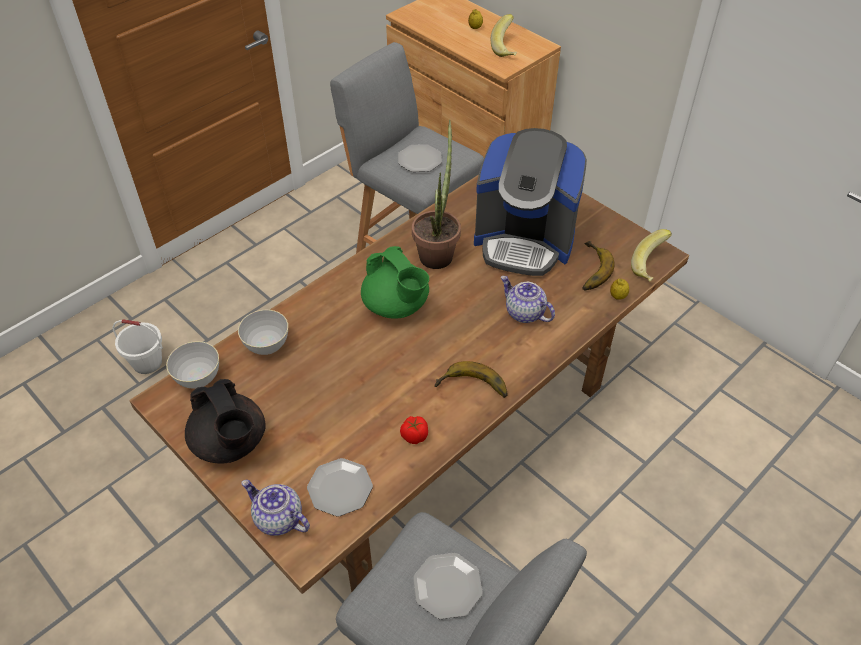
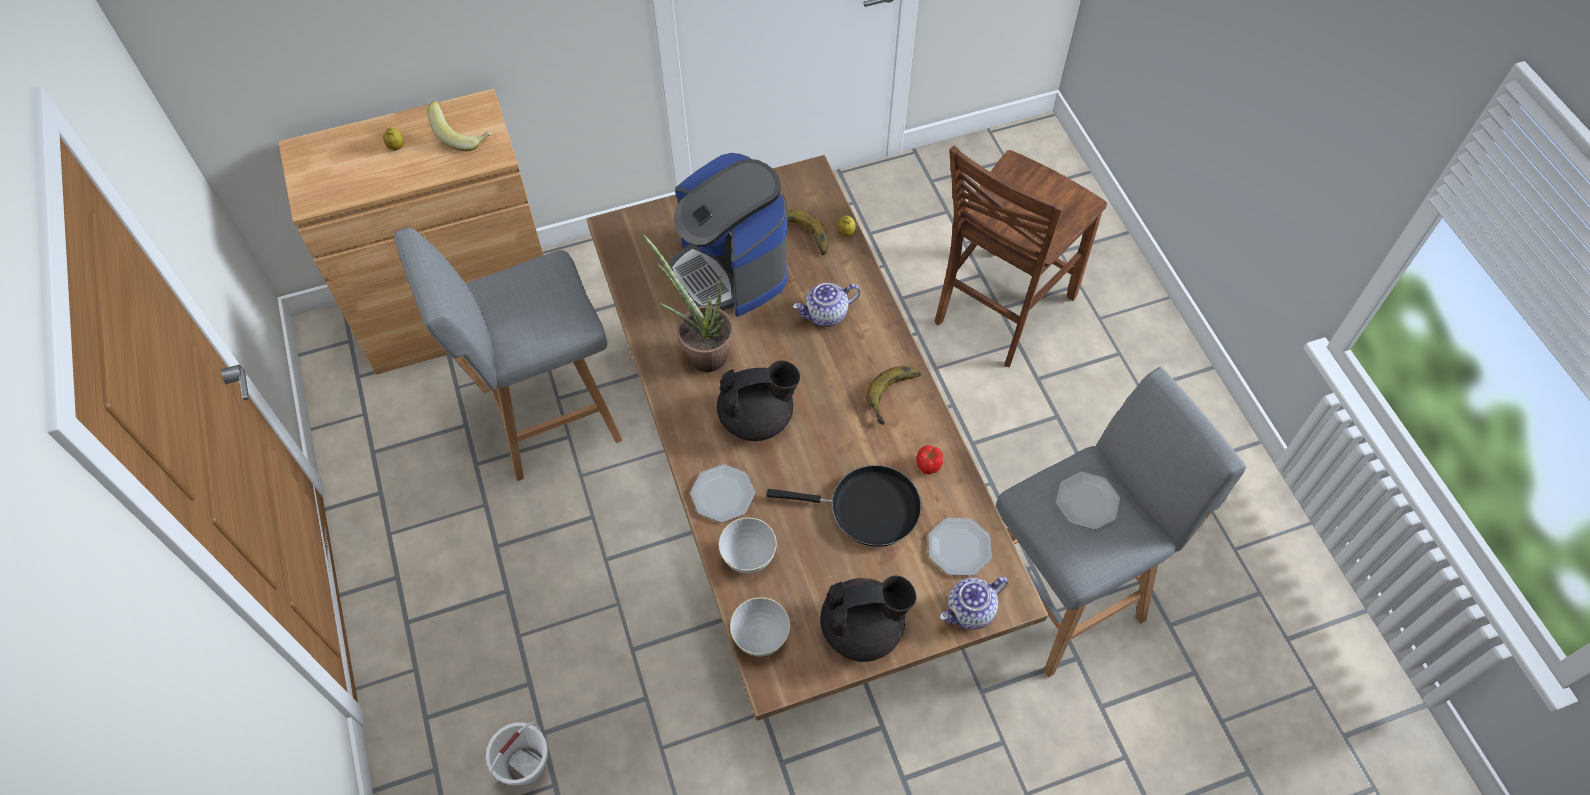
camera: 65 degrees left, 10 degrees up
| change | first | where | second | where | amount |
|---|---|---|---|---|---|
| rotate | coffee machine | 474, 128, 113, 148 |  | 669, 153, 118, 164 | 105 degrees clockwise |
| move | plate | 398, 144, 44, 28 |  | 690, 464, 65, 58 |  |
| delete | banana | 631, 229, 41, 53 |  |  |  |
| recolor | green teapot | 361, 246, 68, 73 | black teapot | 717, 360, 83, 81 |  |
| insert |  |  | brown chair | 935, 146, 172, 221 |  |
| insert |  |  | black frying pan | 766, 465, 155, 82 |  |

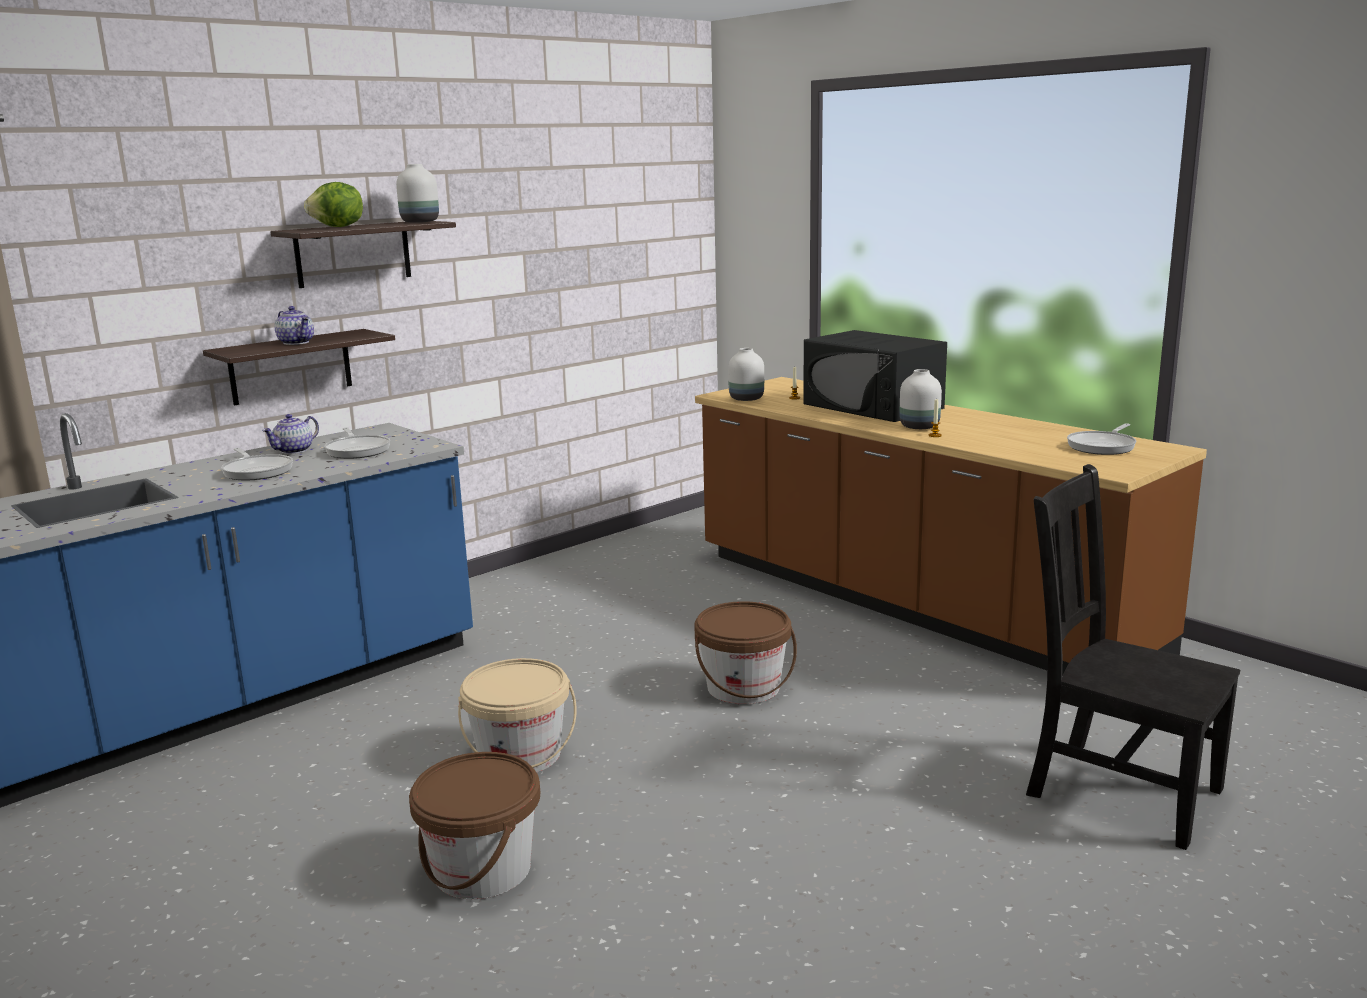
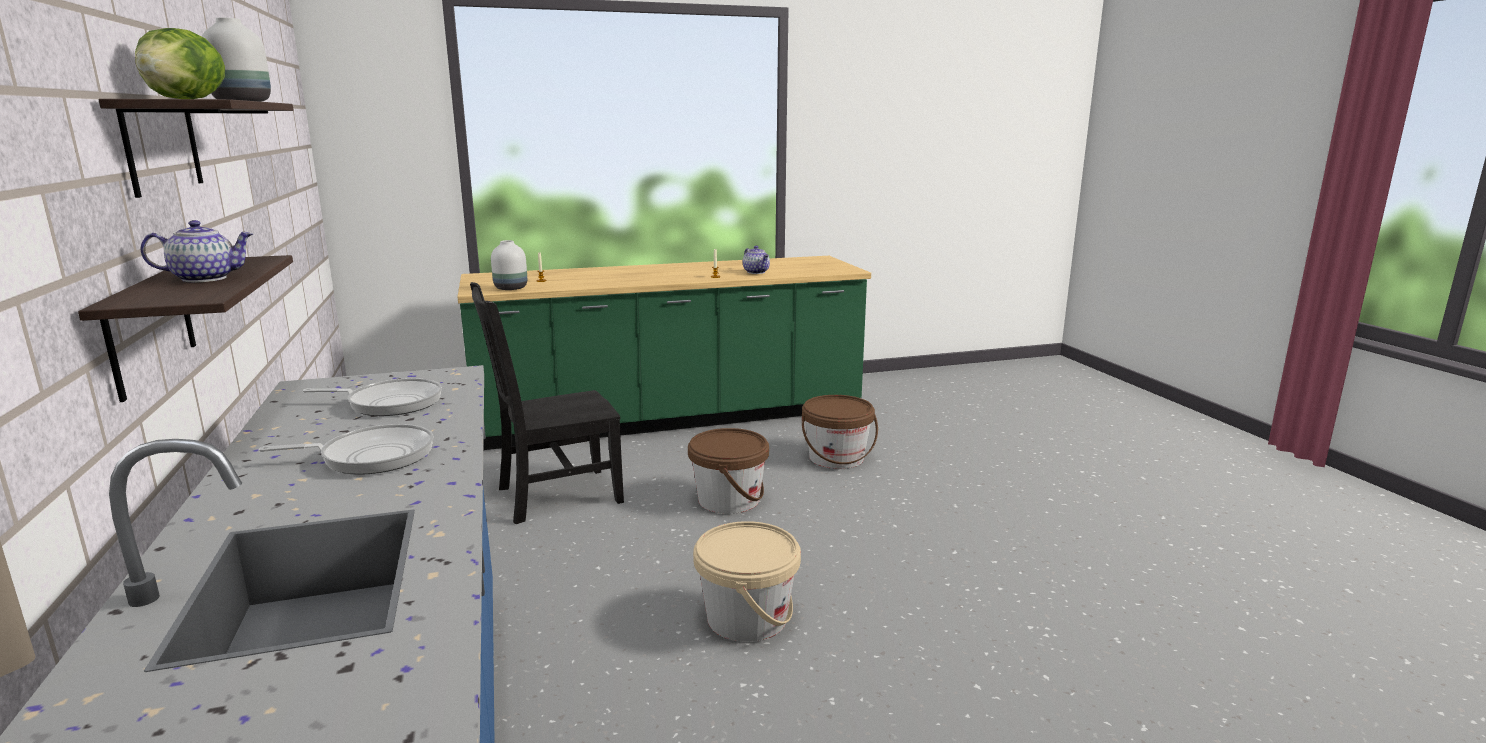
camera: 65 degrees left, 0 degrees up
| change | first | where | second | where | amount |
|---|---|---|---|---|---|
| delete | black microwave | 803, 330, 144, 92 |  |  |  |
| delete | white vase | 900, 369, 42, 60 |  |  |  |
| recolor | brown counter | 695, 377, 512, 299 | green counter | 457, 256, 414, 194 |  |
| move | teapot | 262, 414, 57, 40 |  | 743, 246, 27, 28 |  |
| delete | frying pan | 1067, 423, 69, 32 |  |  |  |
| move | black chair | 1026, 464, 214, 386 |  | 470, 282, 154, 242 |  |
| move | brown bucket | 409, 752, 131, 147 |  | 802, 395, 76, 74 |  |

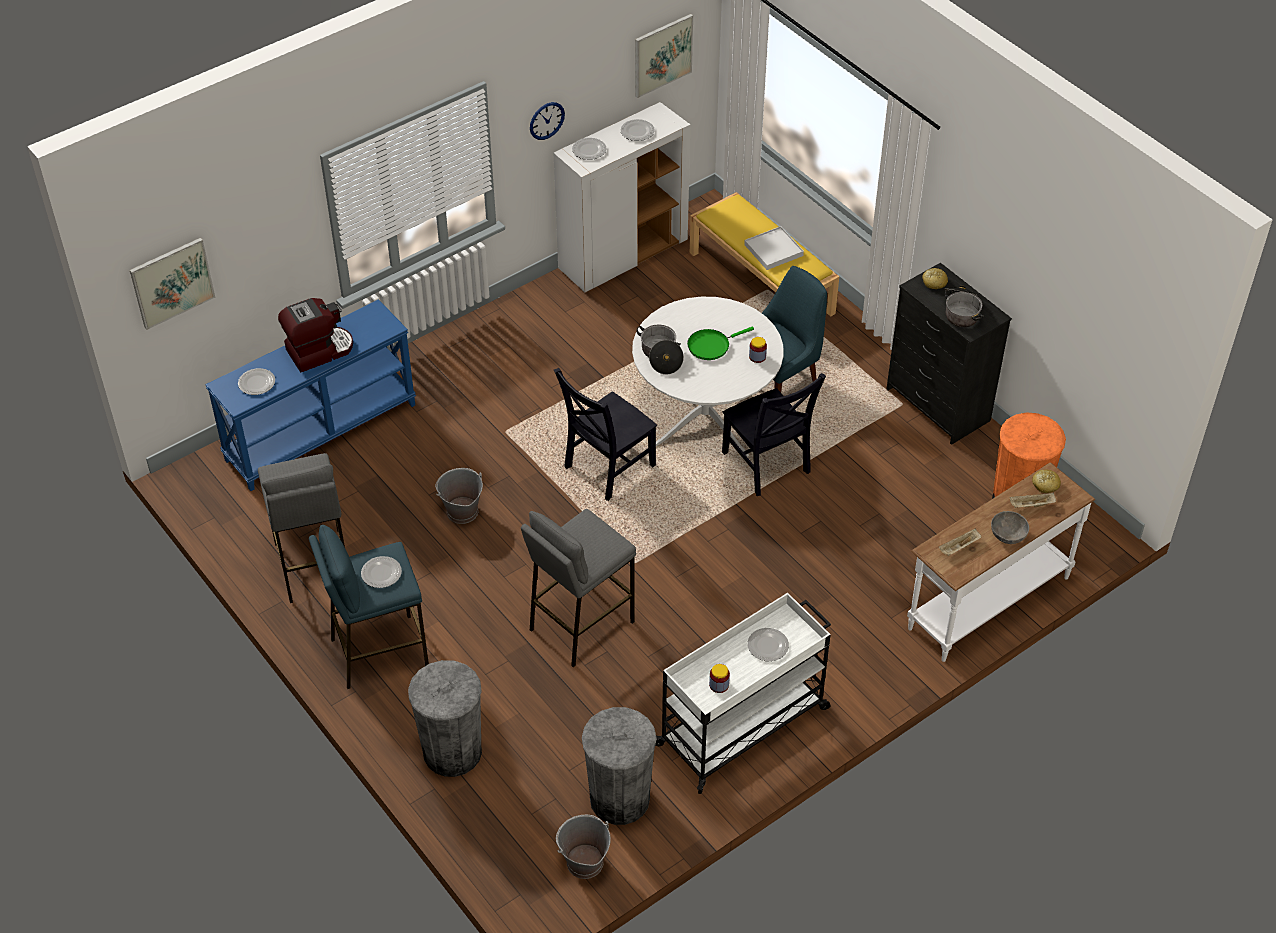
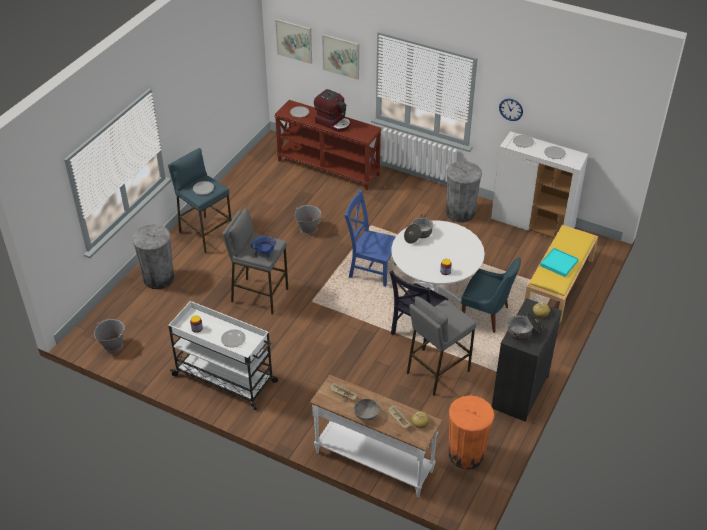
camera: 65 degrees right, 5 degrees down
| change | first | where | second | where | amount |
|---|---|---|---|---|---|
| move | picture | 635, 14, 58, 84 |  | 322, 34, 37, 46 |  |
| recolor | white tray | 744, 226, 60, 44 | turquoise tray | 540, 248, 39, 29 |  |
| recolor | blue console table | 205, 299, 211, 192 | brown console table | 274, 100, 108, 90 |  |
| delete | green frying pan | 687, 327, 67, 33 |  |  |  |
| recolor | black chair | 554, 368, 103, 133 | blue chair | 344, 190, 52, 97 |  |
| move | grey stool | 258, 453, 87, 150 |  | 407, 296, 69, 100 |  |
| move | grey trash can | 582, 707, 75, 118 |  | 446, 161, 36, 62 |  |
| insert |  |  | blue cooking pot | 251, 236, 25, 21 |  |

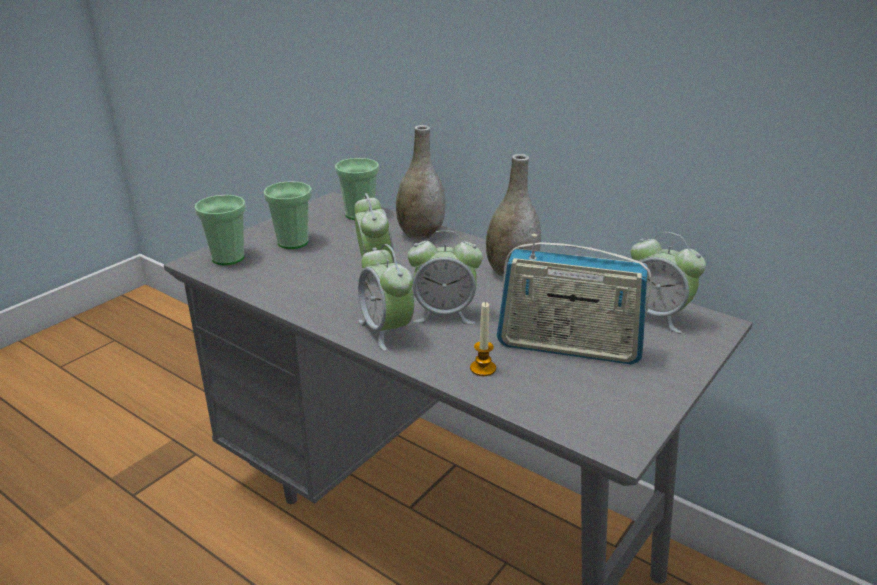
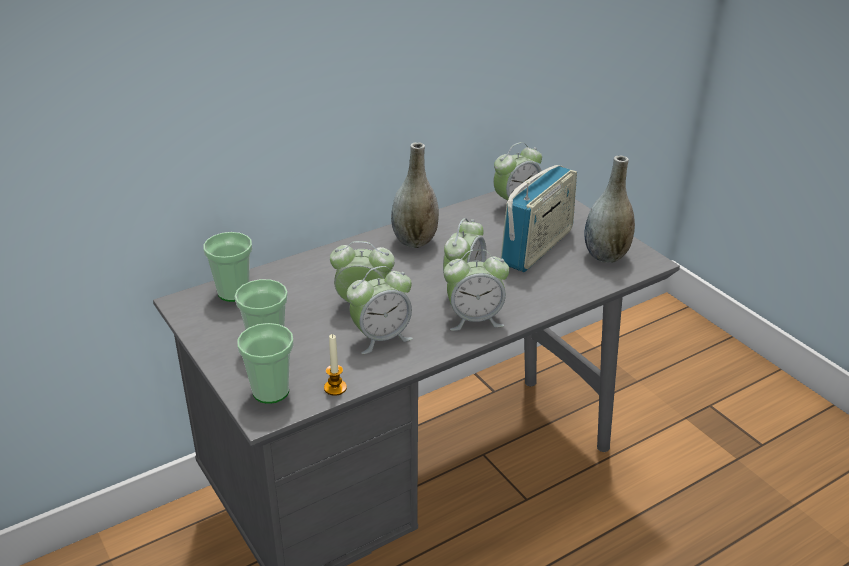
camera: 70 degrees left, 5 degrees up
| change | first | where | second | where | amount |
|---|---|---|---|---|---|
| move | grey vase | 396, 125, 49, 114 |  | 584, 155, 51, 108 |  |
| move | candle | 470, 302, 26, 74 |  | 324, 334, 23, 62 |  |
| insert |  |  | alarm clock | 347, 266, 66, 88 |  |

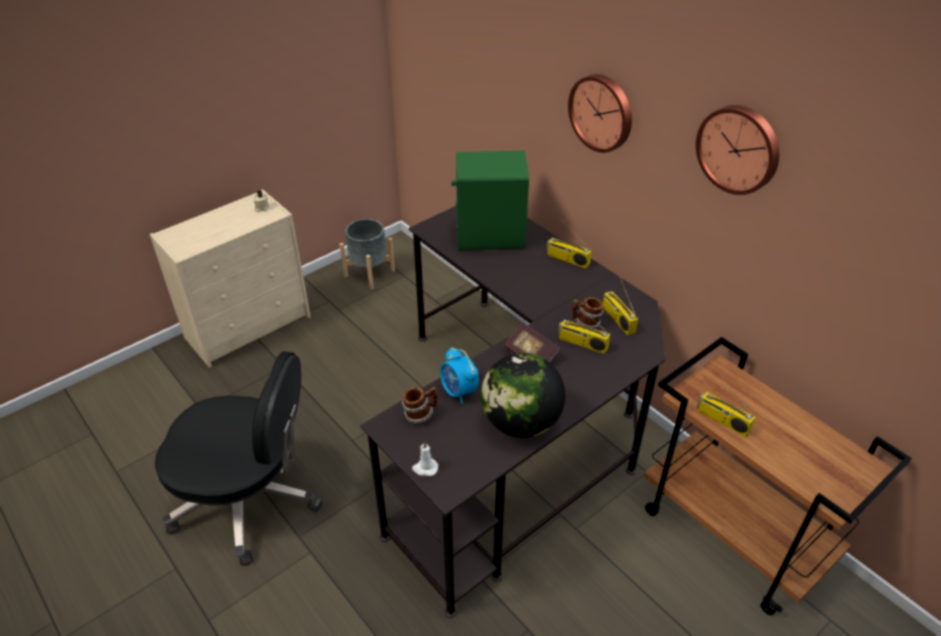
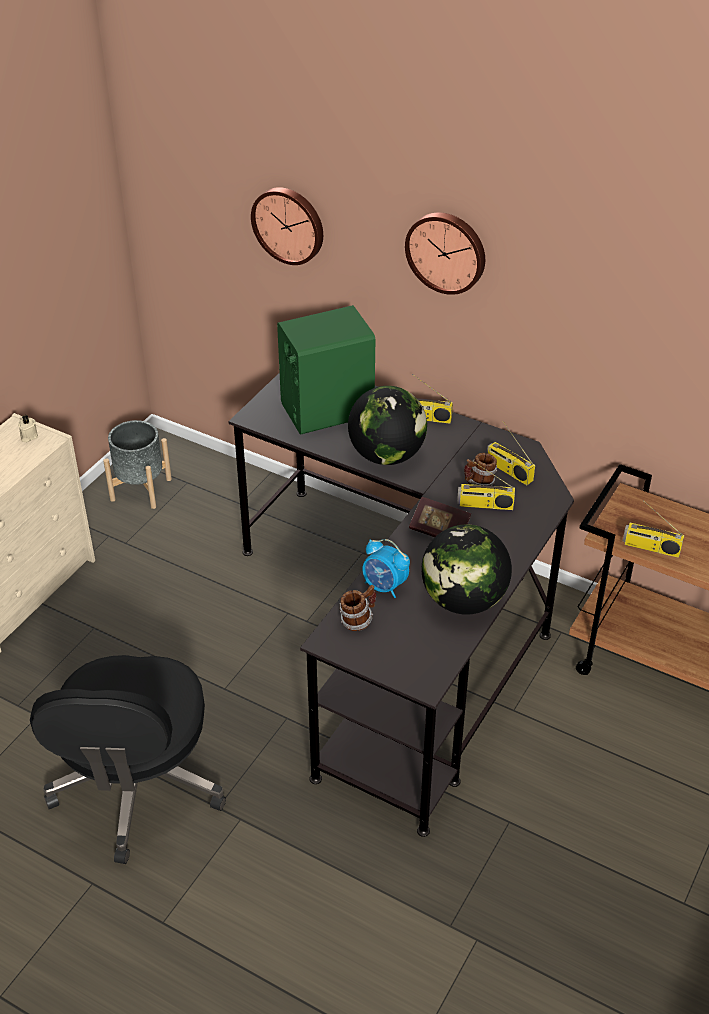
camera: 20 degrees left, 0 degrees up
| change | first | where | second | where | amount |
|---|---|---|---|---|---|
| move | wall clock | 696, 105, 83, 90 |  | 251, 187, 72, 78 |  |
| rotate | black office chair | 155, 351, 167, 215 |  | 30, 655, 196, 209 | 105 degrees clockwise |
| delete | white candle | 412, 441, 26, 35 |  |  |  |
| insert |  |  | globe | 348, 386, 79, 79 |  |

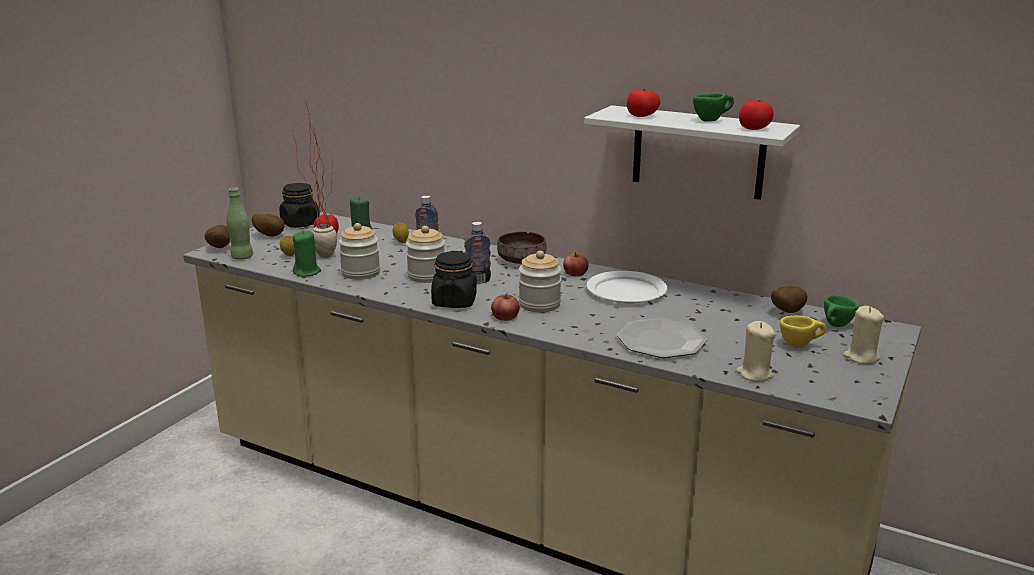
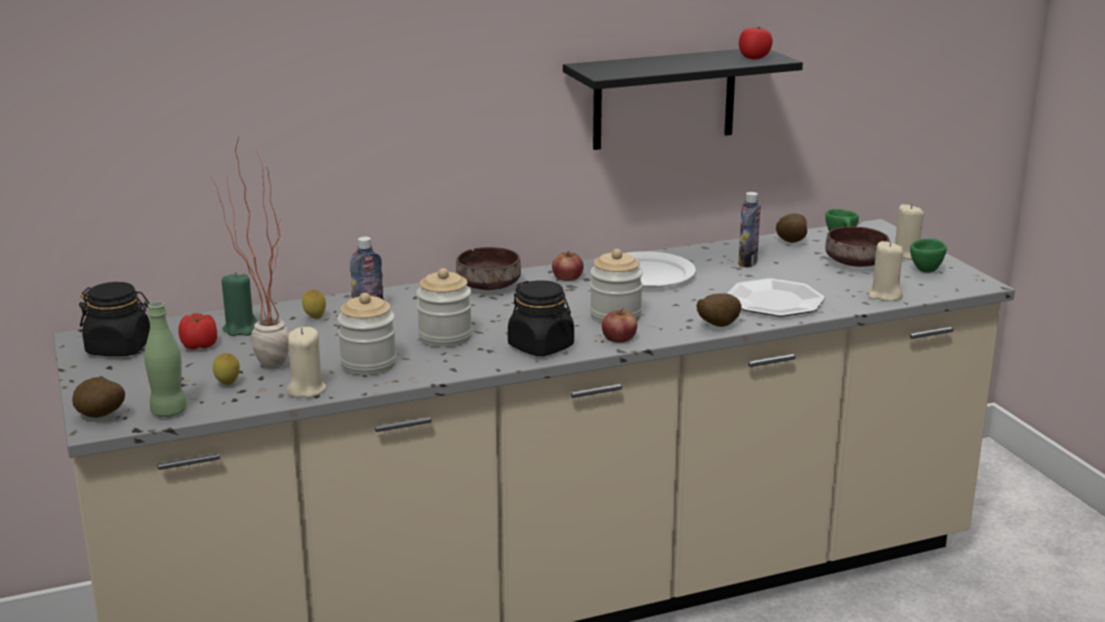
camera: 50 degrees left, 0 degrees up
| change | first | where | second | where | amount |
|---|---|---|---|---|---|
| delete | tomato | 627, 89, 33, 28 |  |  |  |
| move | green cup | 693, 93, 41, 29 |  | 910, 238, 37, 35 |  |
| recolor | white shelf | 584, 105, 216, 95 | black shelf | 563, 49, 240, 101 |  |
| move | potato | 252, 214, 33, 23 |  | 697, 293, 44, 34 |  |
| move | bottle | 464, 222, 27, 62 |  | 738, 192, 23, 76 |  |
| recolor | green candle | 293, 230, 28, 47 | beige candle | 286, 327, 40, 71 |  |
| replace | yellow cup | 780, 315, 46, 33 | brown bowl | 825, 226, 64, 41 |  |

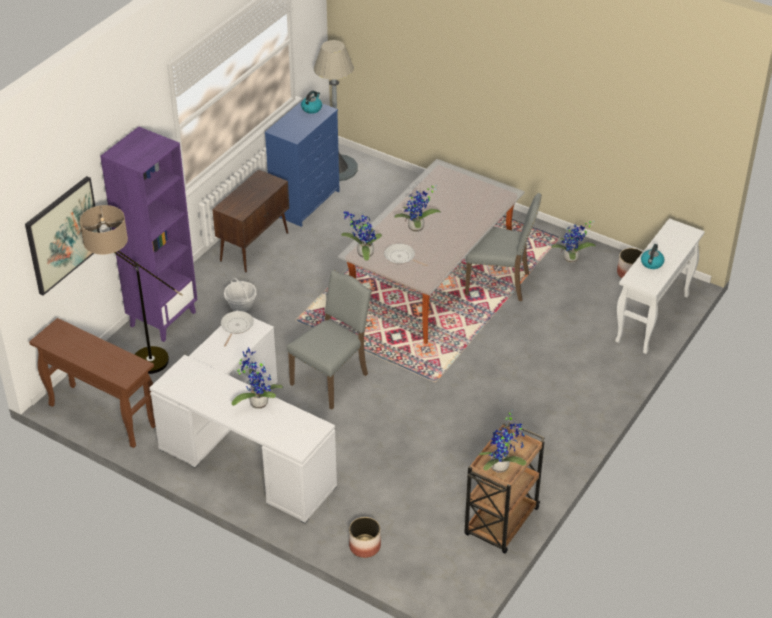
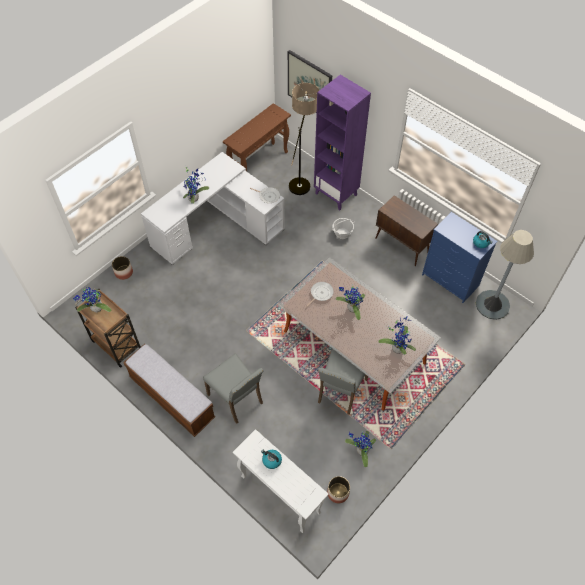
camera: 100 degrees right, 15 degrees up
| change | first | where | second | where | amount |
|---|---|---|---|---|---|
| move | potted plant | 341, 211, 41, 50 |  | 379, 316, 37, 39 |  |
| move | grey chair | 287, 270, 85, 140 |  | 203, 354, 61, 70 |  |
| insert |  |  | bench | 123, 344, 92, 93 |  |

